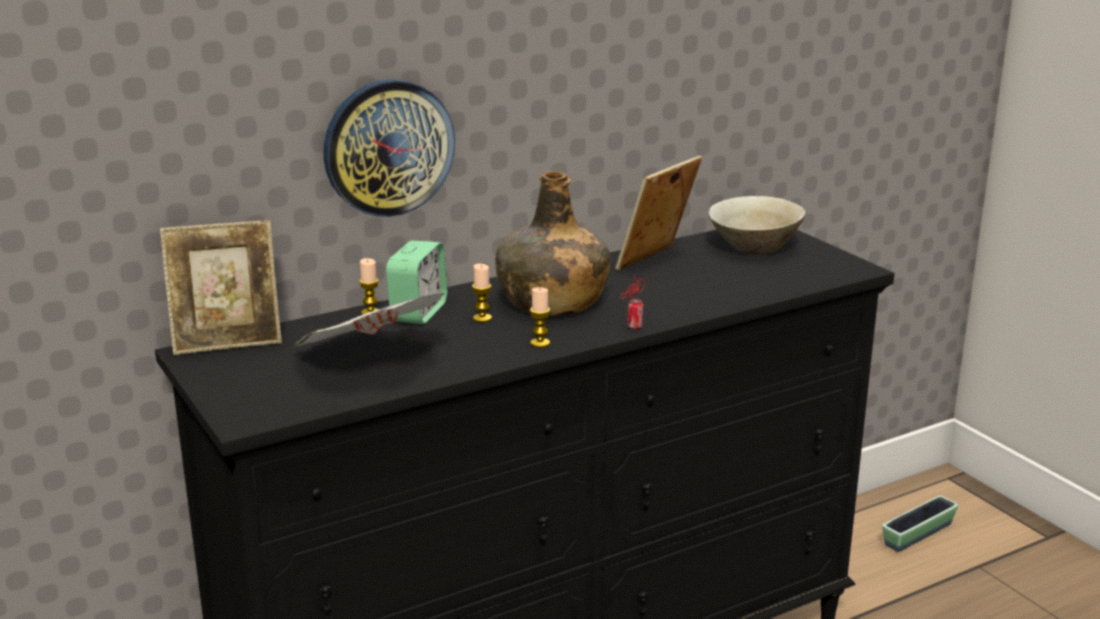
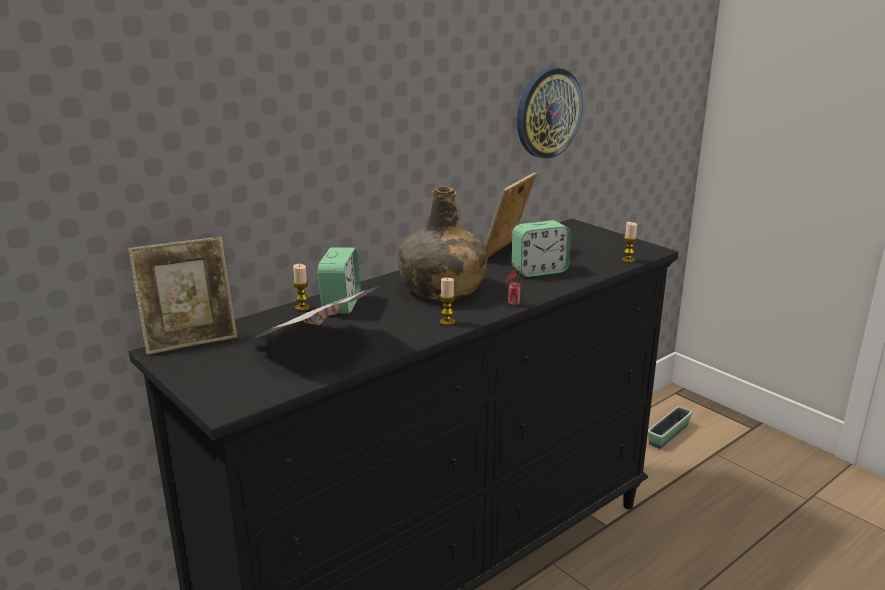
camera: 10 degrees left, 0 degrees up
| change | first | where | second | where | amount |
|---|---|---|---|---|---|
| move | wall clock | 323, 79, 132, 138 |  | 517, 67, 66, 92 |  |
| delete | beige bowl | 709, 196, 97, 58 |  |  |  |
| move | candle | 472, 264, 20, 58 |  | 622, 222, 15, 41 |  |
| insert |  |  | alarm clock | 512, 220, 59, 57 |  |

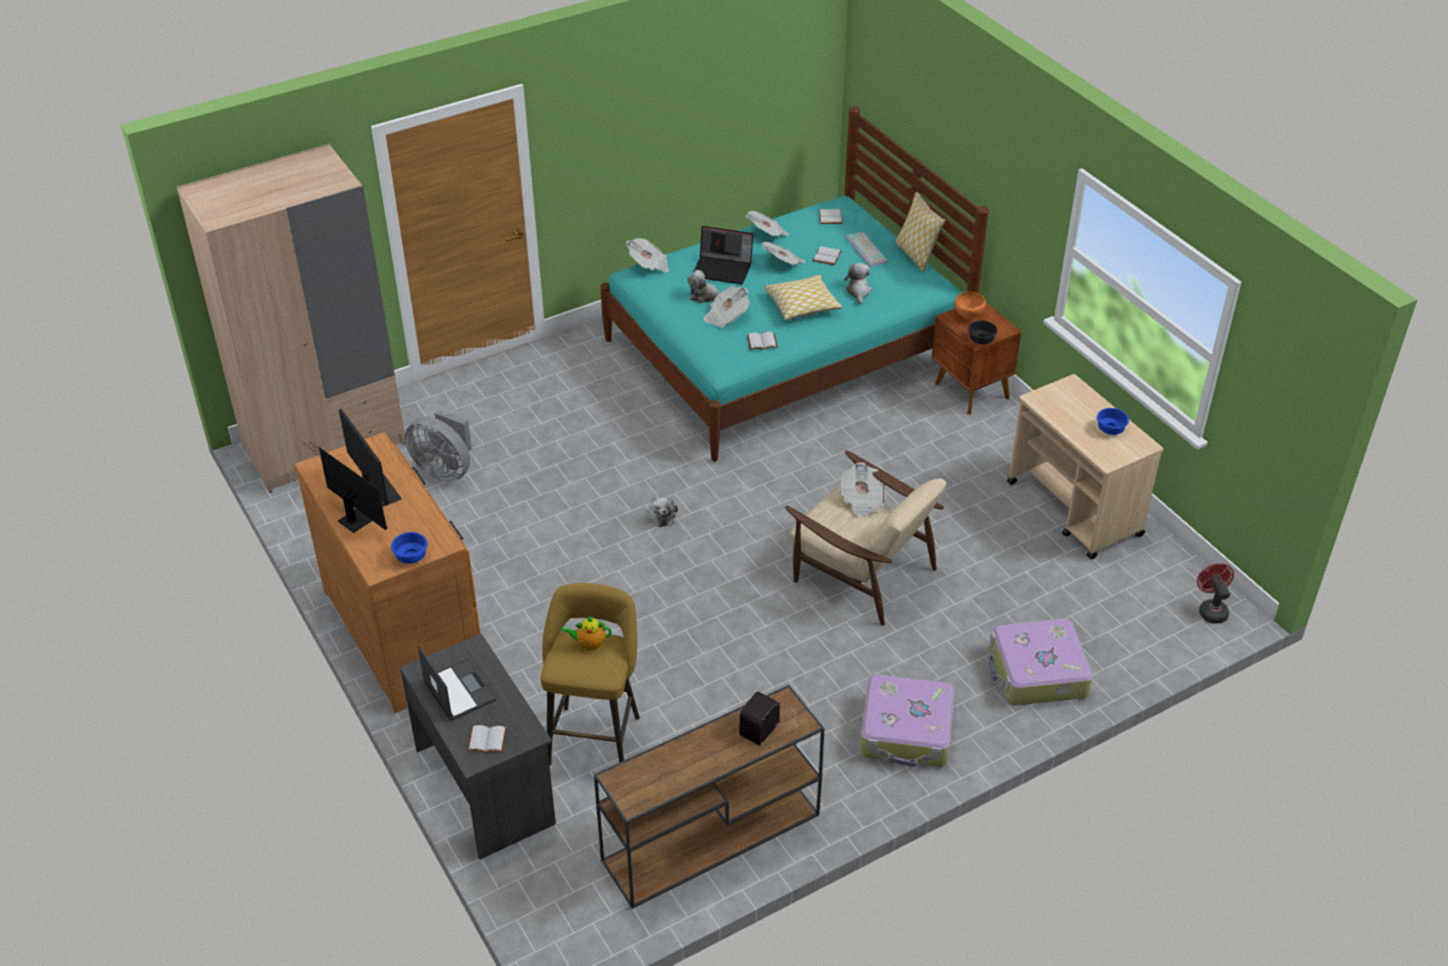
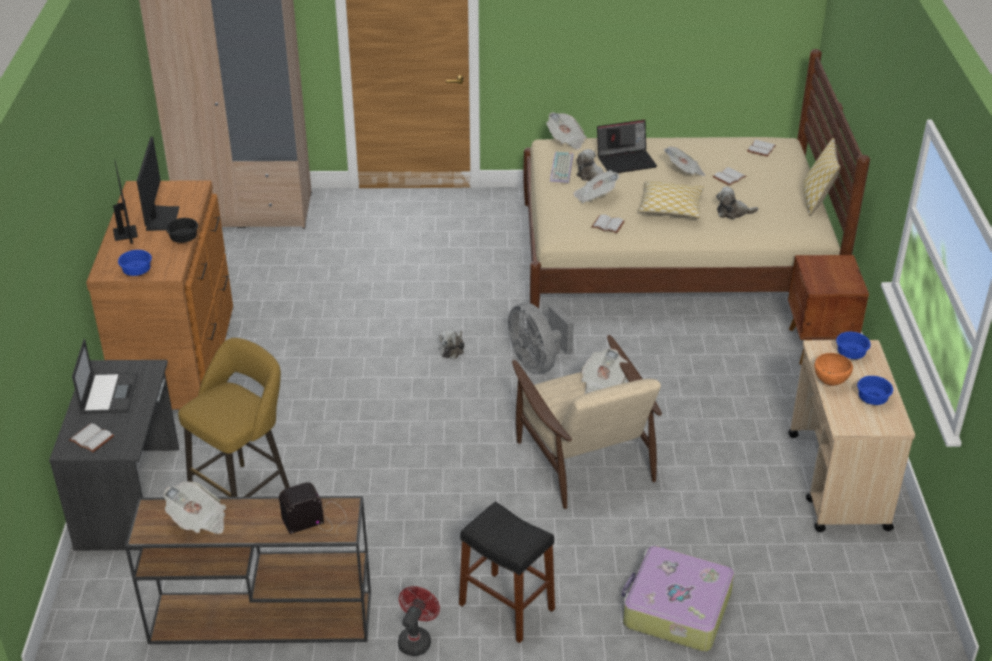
camera: 30 degrees right, 5 degrees down
| change | first | where | second | where | amount |
|---|---|---|---|---|---|
| recolor | turquoise bed | 600, 106, 389, 356 | beige bed | 524, 49, 346, 269 |  |
| move | newspaper | 745, 211, 45, 26 |  | 164, 482, 62, 52 |  |
| rotate | laptop | 693, 226, 60, 58 |  | 597, 120, 60, 53 | 60 degrees counterclockwise |
| move | keyboard | 845, 232, 43, 35 |  | 550, 152, 24, 31 |  |
| rotate | plush toy | 844, 263, 28, 41 |  | 716, 187, 42, 32 | 120 degrees counterclockwise |
| move | orange bowl | 955, 292, 31, 27 |  | 814, 353, 39, 33 |  |
| move | black bowl | 968, 320, 30, 24 |  | 166, 218, 32, 25 |  |
| move | grey fan | 405, 409, 67, 73 |  | 508, 303, 66, 71 |  |
| move | red fan | 1197, 563, 37, 60 |  | 398, 586, 42, 70 |  |
| delete | teapot | 561, 616, 50, 34 |  |  |  |
| replace | suitcase | 860, 674, 94, 93 | black stool | 459, 502, 96, 141 |  |
| insert |  |  | blue bowl | 836, 332, 35, 27 |  |

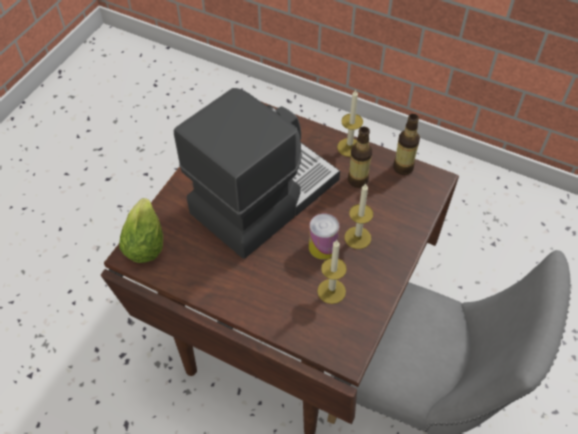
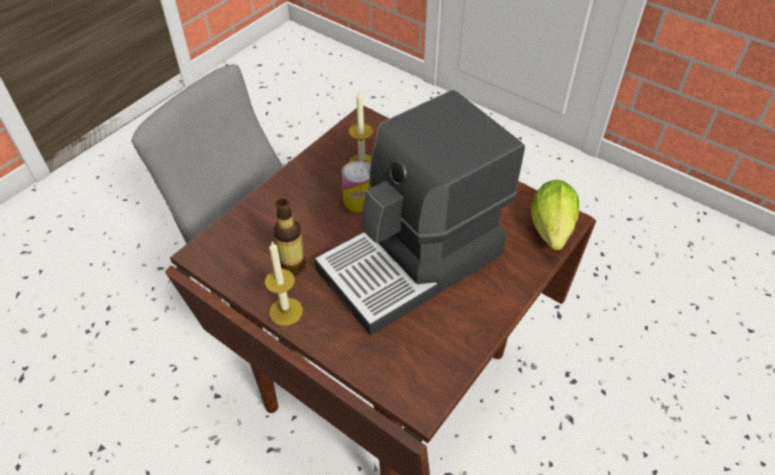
camera: 170 degrees left, 5 degrees down
| change | first | where | second | where | amount |
|---|---|---|---|---|---|
| delete | bottle | 393, 114, 27, 61 |  |  |  |
| delete | candle | 344, 183, 29, 66 |  |  |  |

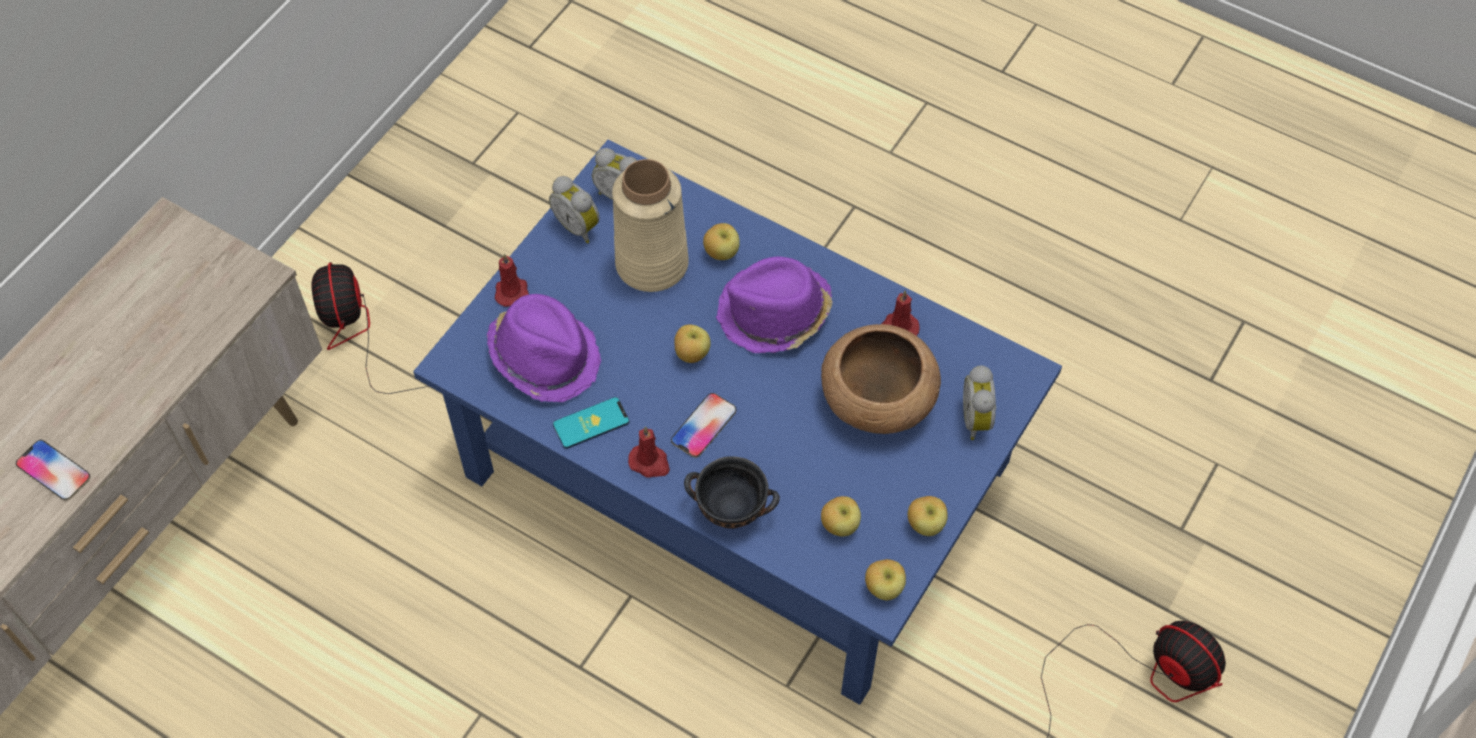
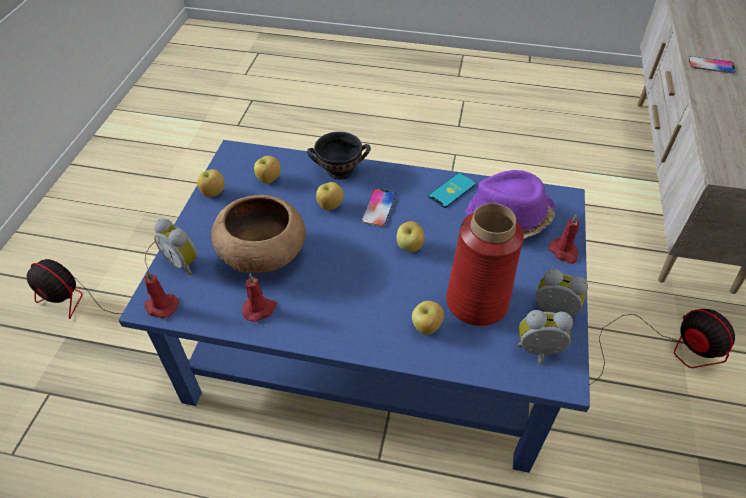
camera: 160 degrees right, 10 degrees down
| change | first | where | second | where | amount |
|---|---|---|---|---|---|
| recolor | beige vase | 612, 159, 77, 133 | red vase | 446, 203, 78, 123 |  |
| delete | purple hat | 716, 257, 117, 96 |  |  |  |
| rotate | alarm clock | 963, 366, 33, 74 |  | 154, 219, 43, 56 | 150 degrees clockwise |
| move | red candle | 628, 426, 42, 52 |  | 144, 271, 35, 47 |  |
| move | apple | 865, 559, 41, 41 |  | 316, 182, 28, 28 |  |

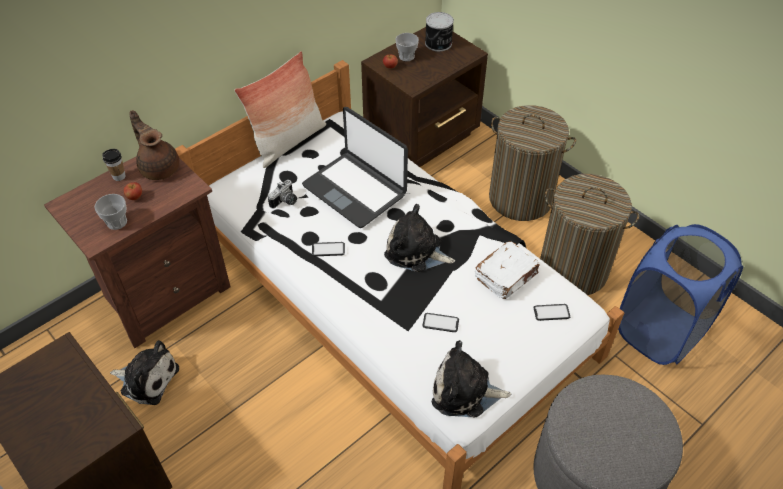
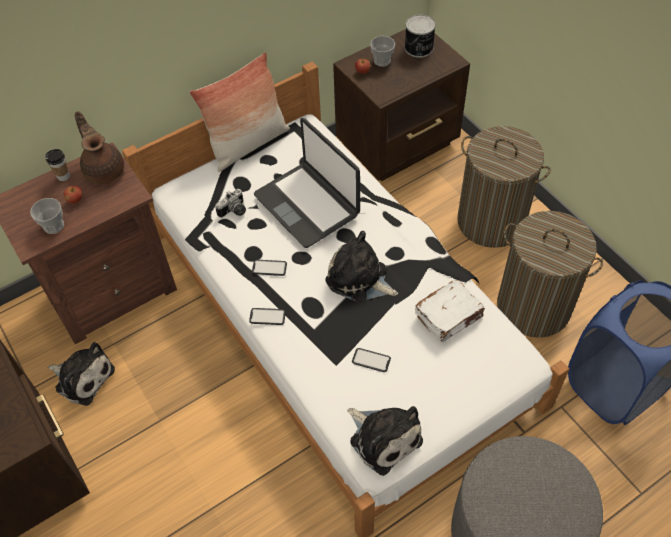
camera: 10 degrees right, 5 degrees up
| change | first | where | second | where | amount |
|---|---|---|---|---|---|
| move | phone | 533, 304, 37, 17 |  | 249, 308, 37, 17 |  |
| rotate | plush toy | 432, 340, 79, 77 |  | 347, 406, 76, 70 | 150 degrees counterclockwise |

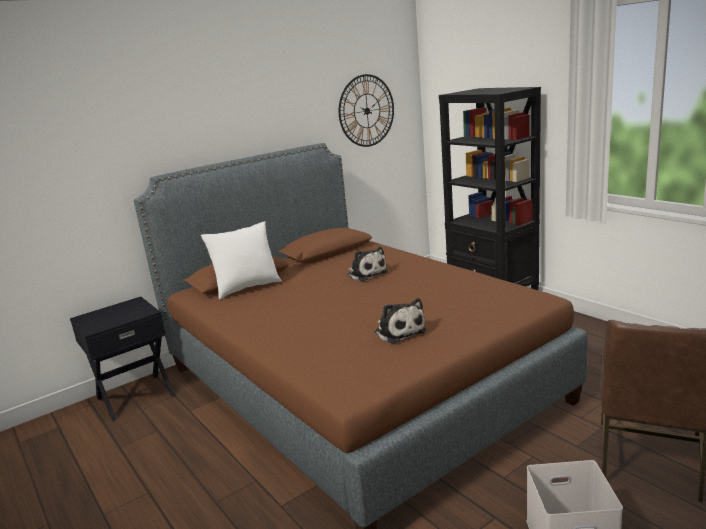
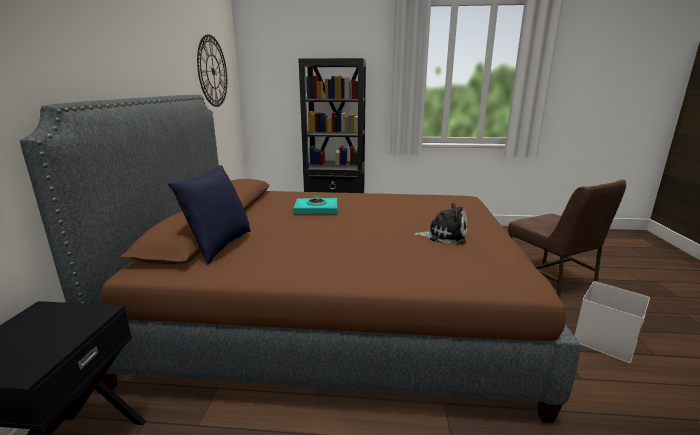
camera: 50 degrees left, 0 degrees up
| change | first | where | second | where | amount |
|---|---|---|---|---|---|
| recolor | white pillow | 201, 221, 81, 79 | blue pillow | 168, 165, 83, 99 |  |
| replace | plush toy | 348, 247, 40, 34 | turquoise book | 293, 196, 44, 18 |  |

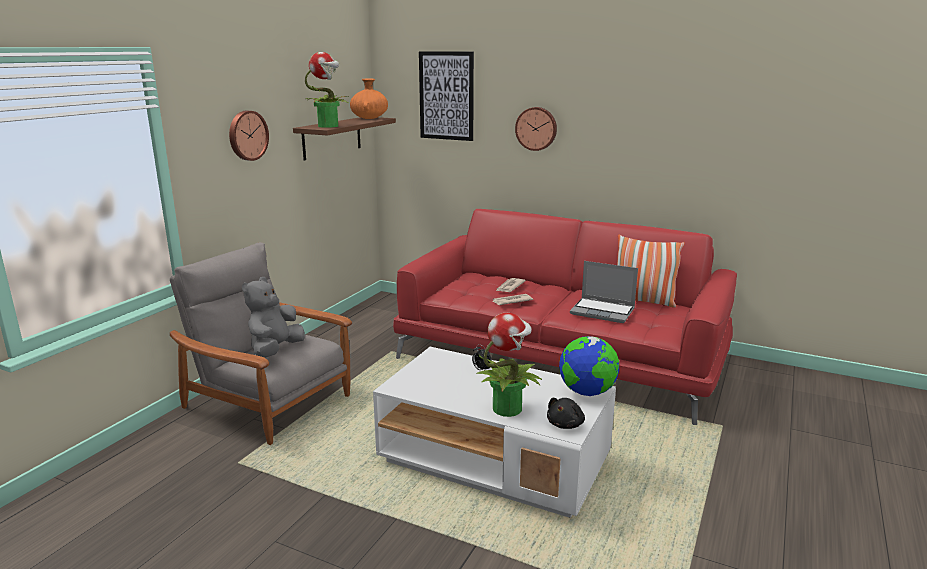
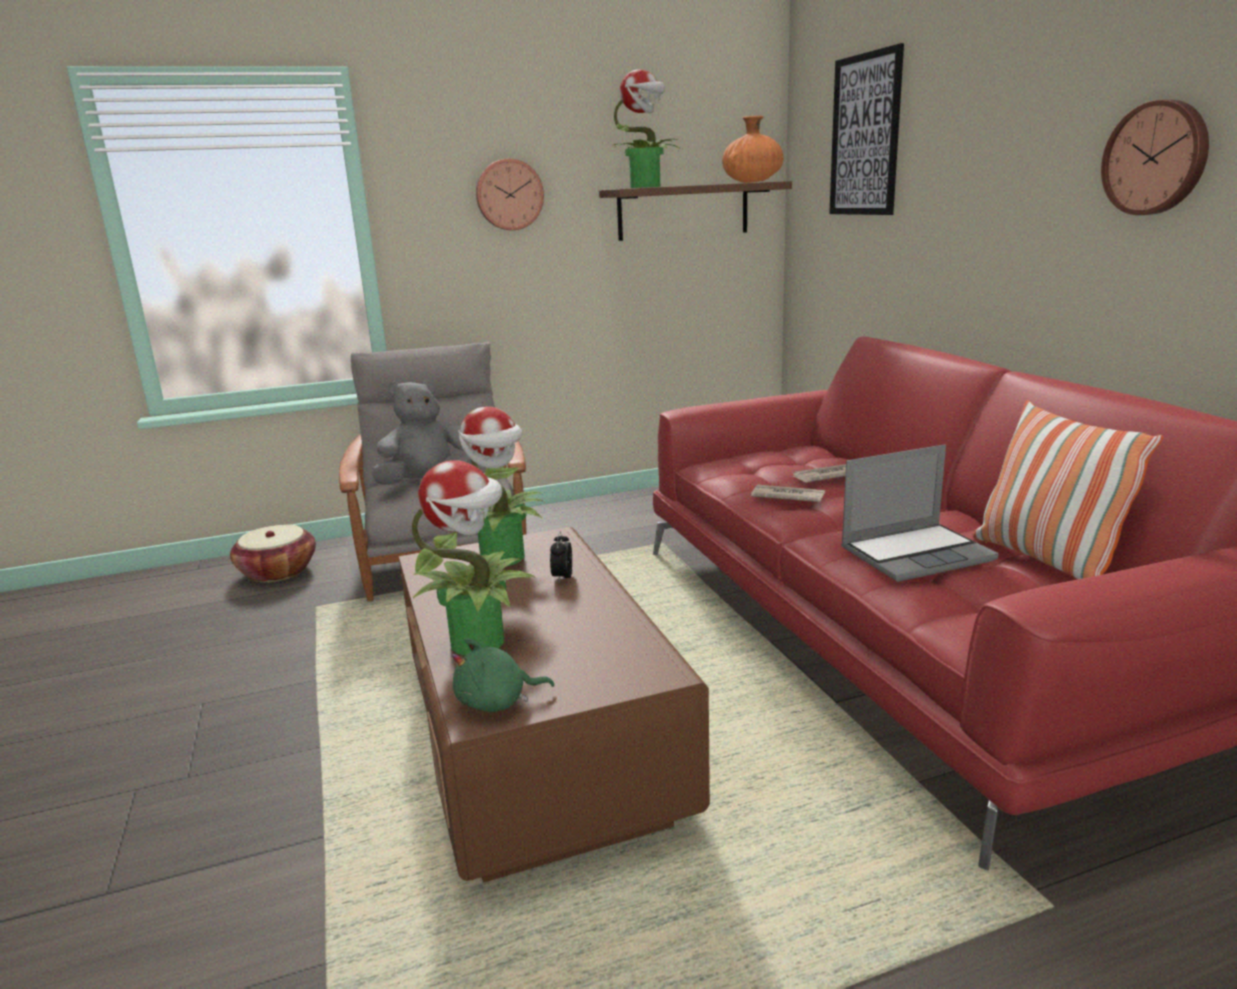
camera: 45 degrees right, 0 degrees up
| change | first | where | second | where | amount |
|---|---|---|---|---|---|
| move | wall clock | 515, 107, 42, 44 |  | 1101, 100, 108, 115 |  |
| rotate | laptop | 570, 261, 68, 62 |  | 841, 444, 158, 138 | 90 degrees counterclockwise |
| delete | globe | 559, 336, 60, 60 |  |  |  |
| recolor | white coffee table | 373, 347, 243, 171 | brown coffee table | 399, 527, 311, 356 |  |
| recolor | black plush toy | 547, 398, 38, 31 | green plush toy | 452, 638, 102, 74 |  |
| insert |  |  | potted plant | 458, 406, 86, 160 |  |
| insert |  |  | basket | 230, 525, 86, 57 |  |

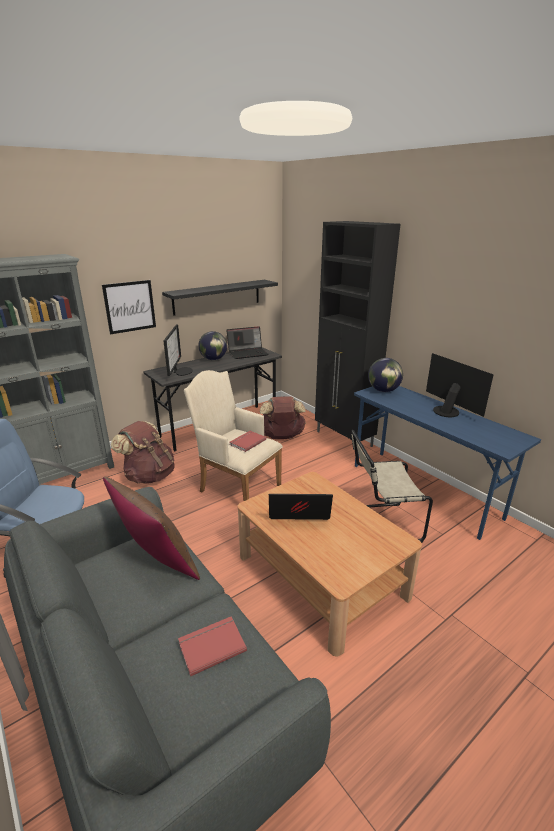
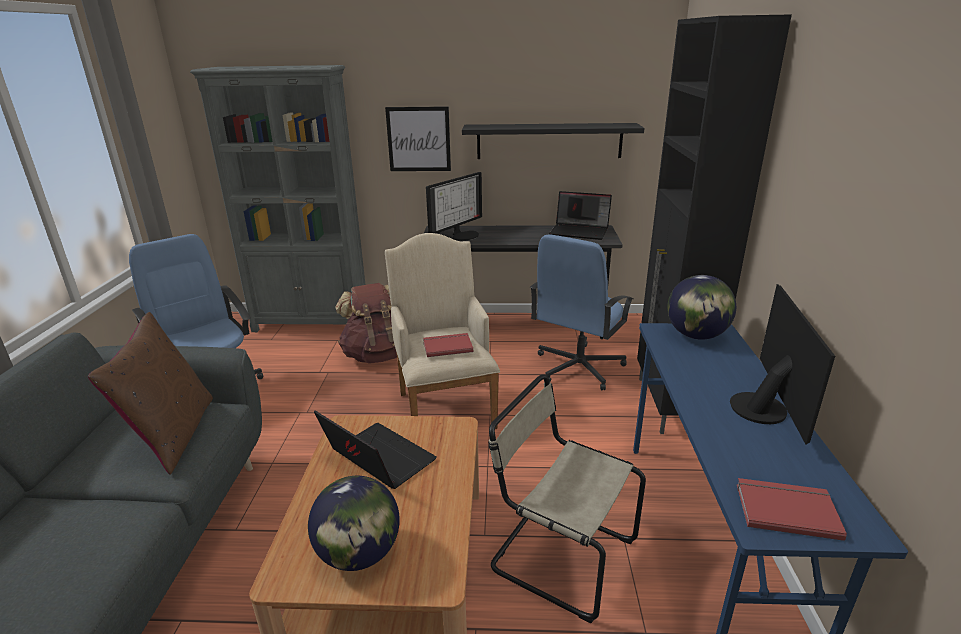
camera: 40 degrees right, 0 degrees up
| change | first | where | second | where | amount |
|---|---|---|---|---|---|
| move | globe | 198, 331, 29, 29 |  | 308, 476, 92, 95 |  |
| replace | brown backpack | 260, 396, 46, 43 | blue office chair | 530, 234, 104, 156 |  |
| move | red book | 178, 617, 69, 60 |  | 737, 478, 110, 63 |  |

